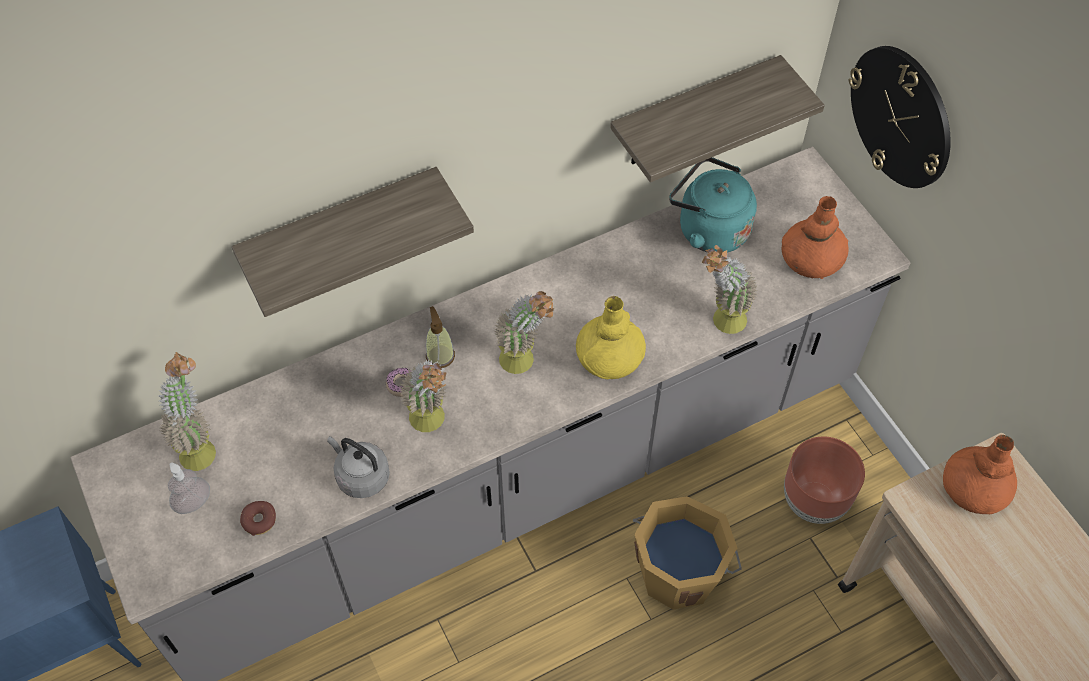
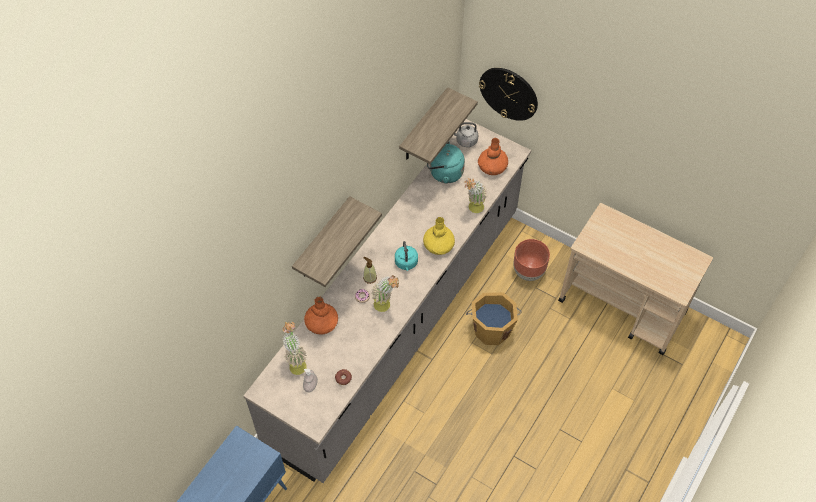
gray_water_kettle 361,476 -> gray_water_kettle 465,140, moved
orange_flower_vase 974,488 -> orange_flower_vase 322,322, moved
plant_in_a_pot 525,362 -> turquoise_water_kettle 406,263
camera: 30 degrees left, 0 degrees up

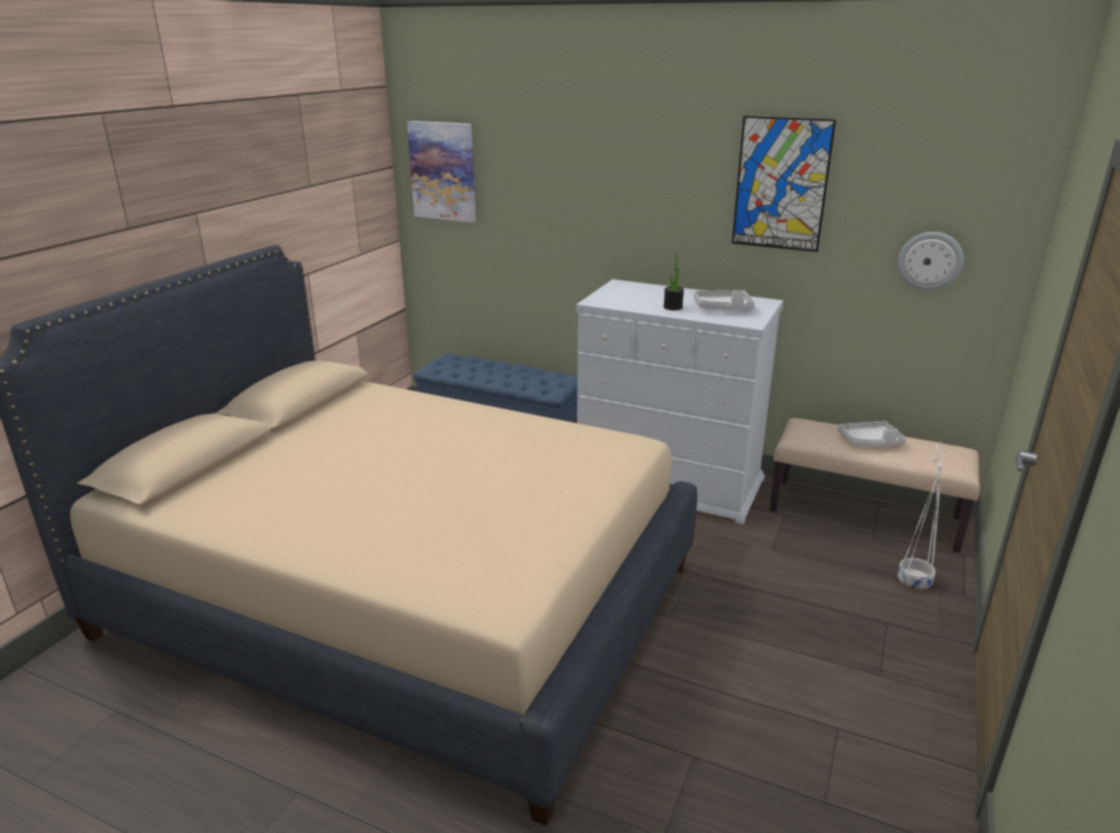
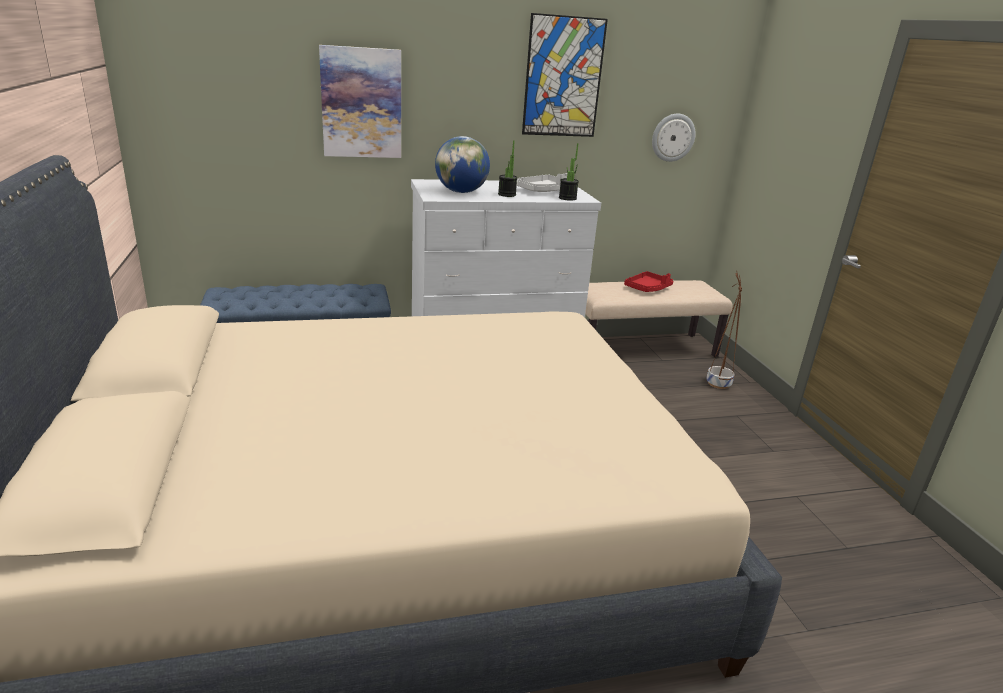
none -> desk_globe 461,192
none -> plant_in_a_pot 567,198
wall_art 443,171 -> wall_art 361,103, moved
gray_carrying_tray 870,441 -> red-coloured_carrying_tray 648,288
white_plant_pot 913,581 -> brownish_plant_pot 717,383
camera: 40 degrees left, 0 degrees up

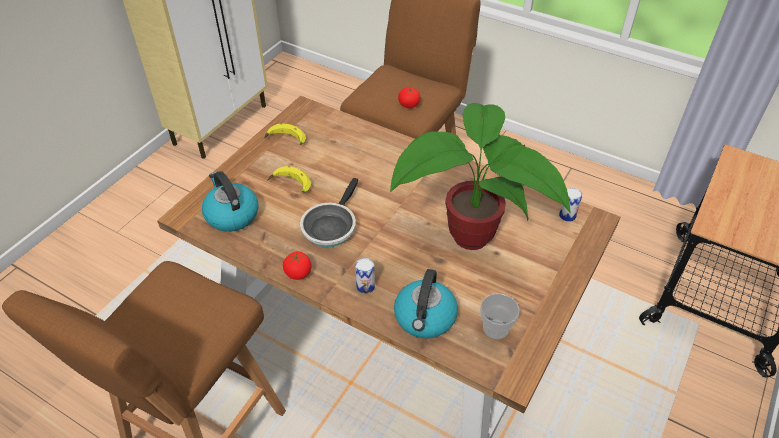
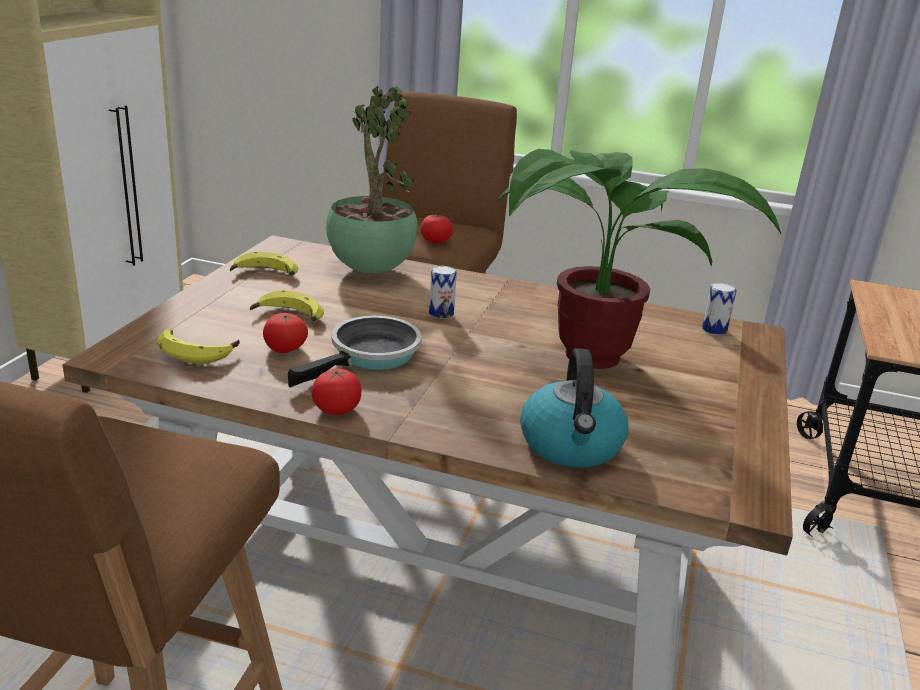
small_cup 495,328 -> none
none -> whole_tomato 285,349
none -> plant_in_a_pot 370,269
can 365,286 -> can 441,313, moved
water_kettle 231,215 -> banana 197,351
skillet 330,226 -> skillet 370,356, 150 degrees counterclockwise
camera: 15 degrees left, 20 degrees down

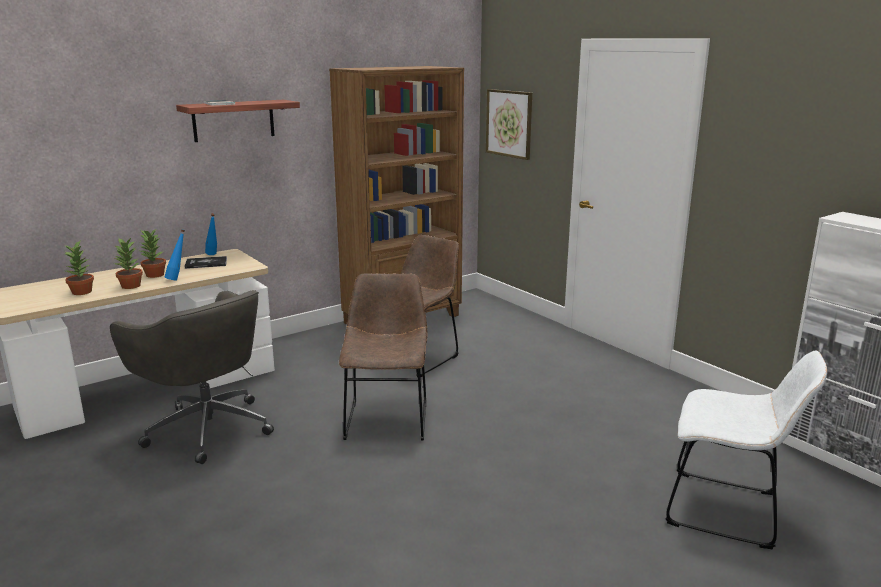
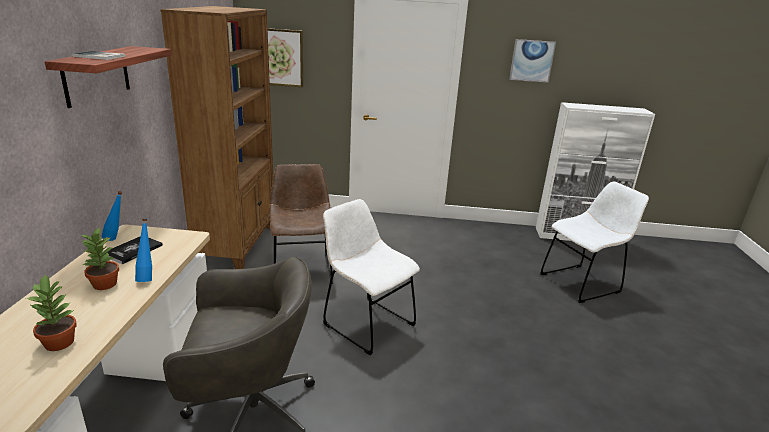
plant_in_a_pot 131,286 -> none
none -> wall_art 531,60
brownish_plain_chair 387,418 -> white_plain_chair 365,323
camera: 50 degrees left, 5 degrees up

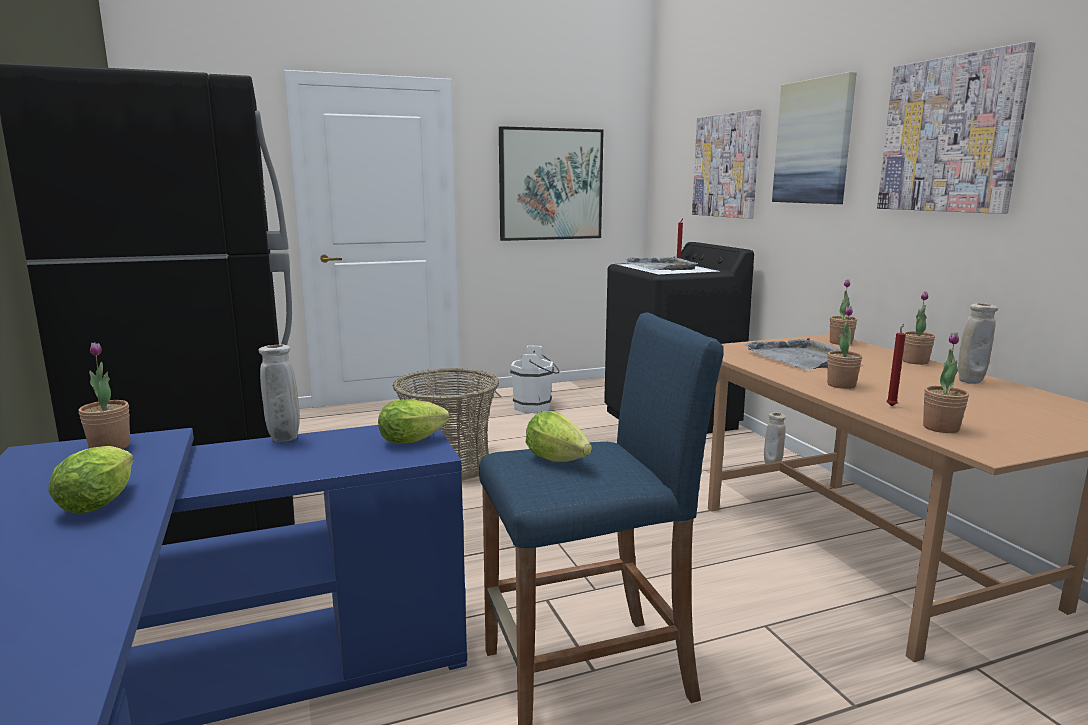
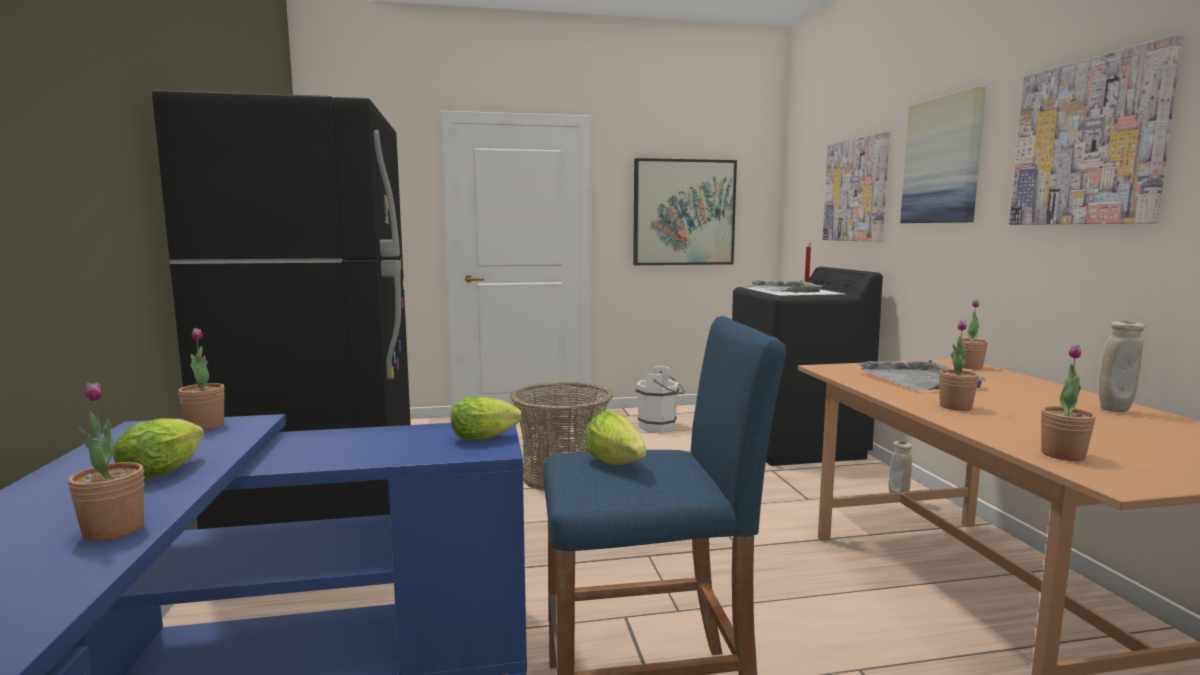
beige-coloured_flower_vase 284,440 -> none
red-coloured_wax_light 892,406 -> none
plant_in_a_pot 915,362 -> plant_in_a_pot 114,530, moved
camera: 10 degrees right, 5 degrees down

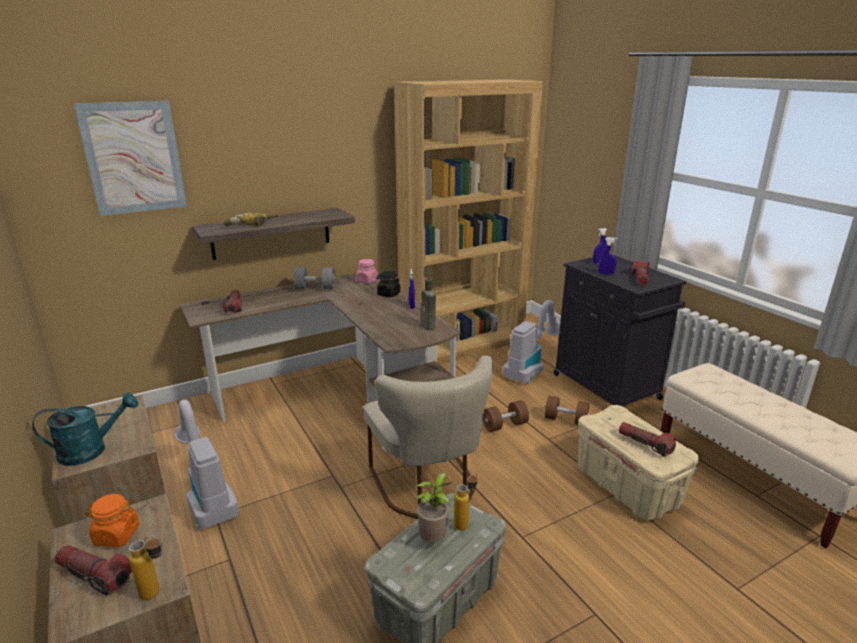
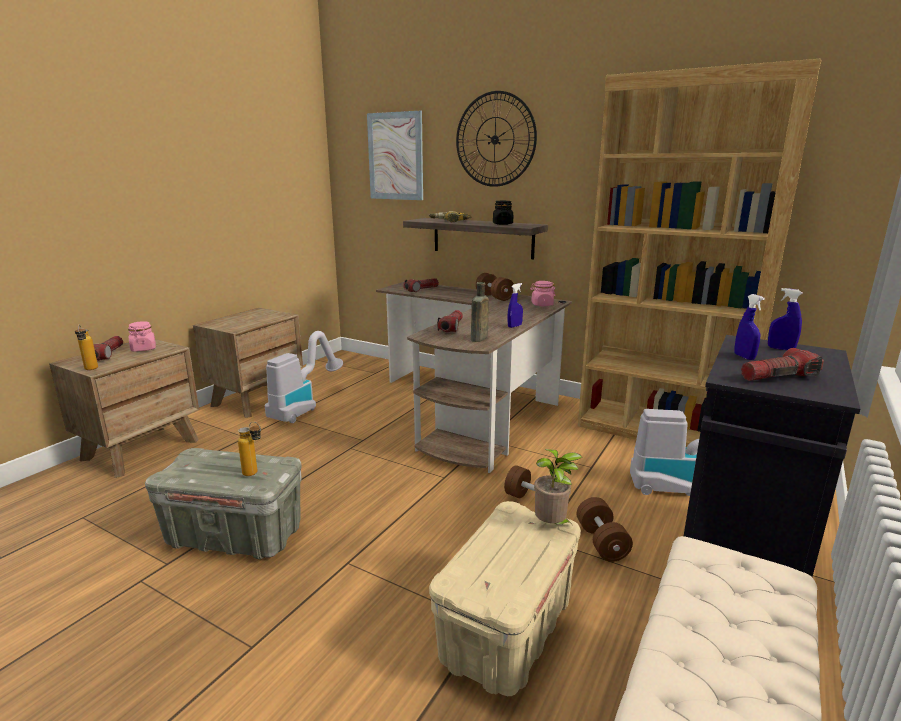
turquoise_sprinkling_can 91,450 -> none
beige-coloured_plain_chair 428,487 -> none
none -> wall_clock 495,139
black-coloured_jar 388,294 -> black-coloured_jar 502,224, moved
plant_in_a_pot 434,540 -> plant_in_a_pot 552,526, moved
hand_torch 645,444 -> hand_torch 451,327, moved
orange_jar 116,535 -> pinkish_jar 143,349
gray_dumbbell 315,288 -> brownish_dumbbell 494,297
camera: 60 degrees right, 5 degrees down

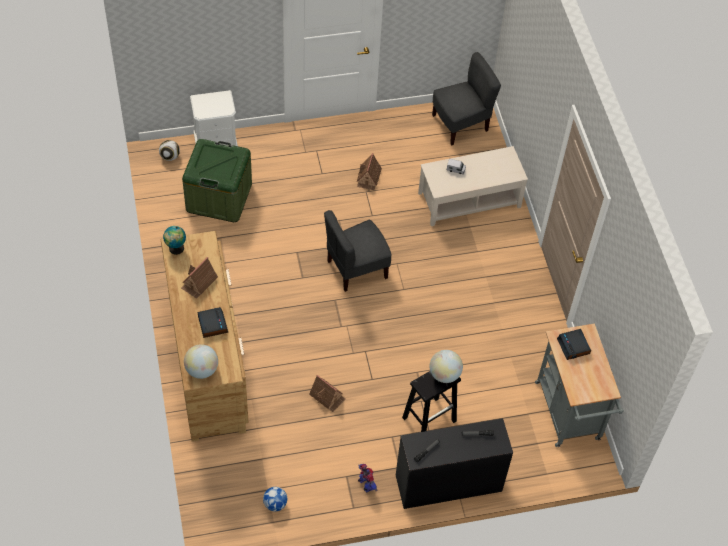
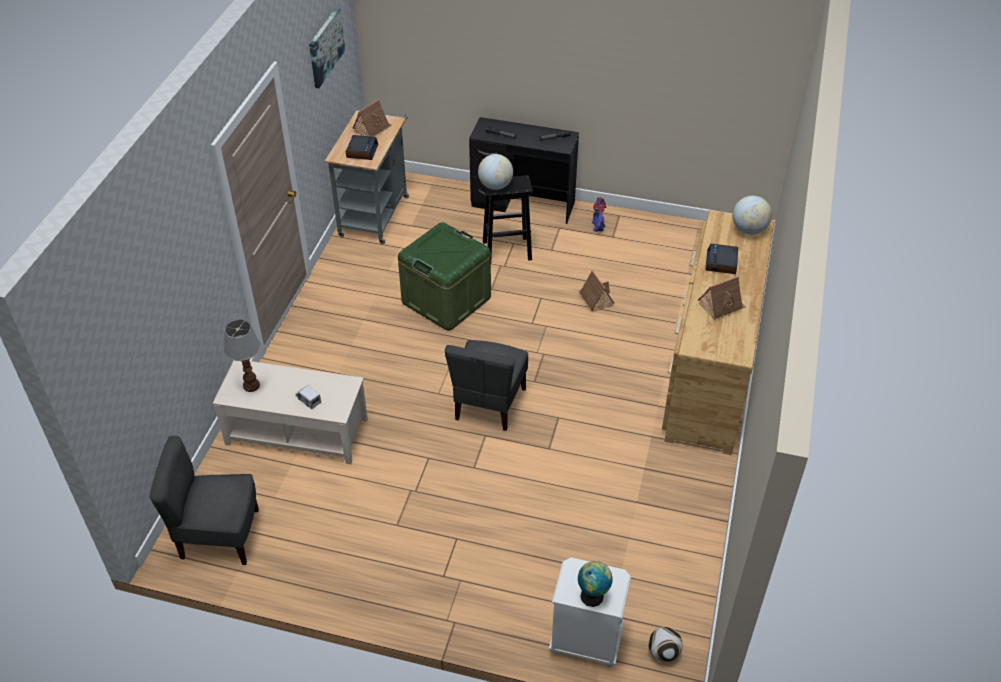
ball_for_football 275,504 -> none
none -> table_lamp 250,386
none -> wall_art 325,47
desk_globe 176,249 -> desk_globe 593,595, moved
greenish_storage_box 219,197 -> greenish_storage_box 446,300, moved
toy_house 368,178 -> toy_house 372,128, moved
gray_plain_chair 356,269 -> gray_plain_chair 489,404, 105 degrees clockwise
camera: 150 degrees left, 10 degrees down

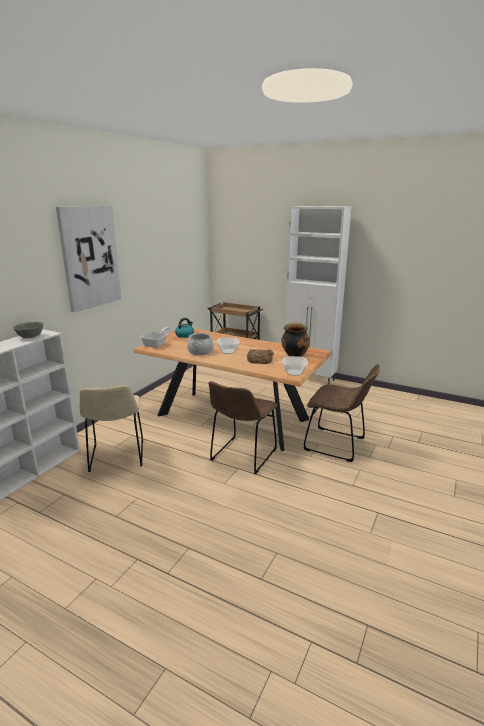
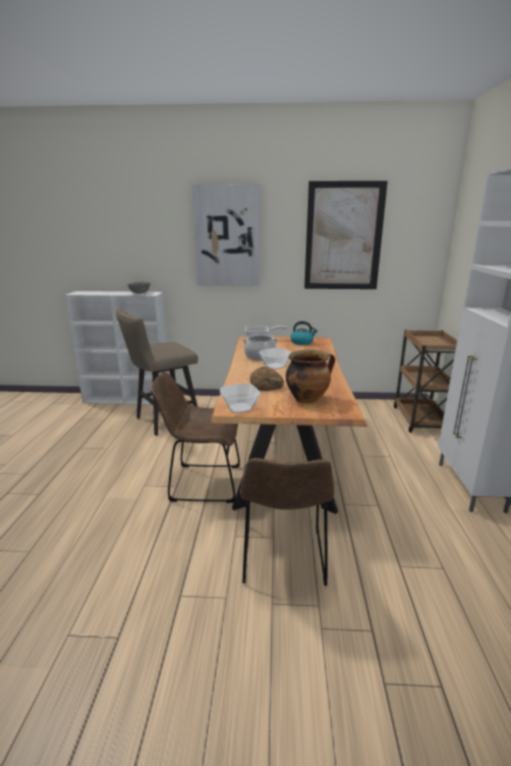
none -> wall_art 343,237
beige-coloured_plain_chair 117,457 -> beige-coloured_stool_seat 163,421
camera: 65 degrees right, 0 degrees up

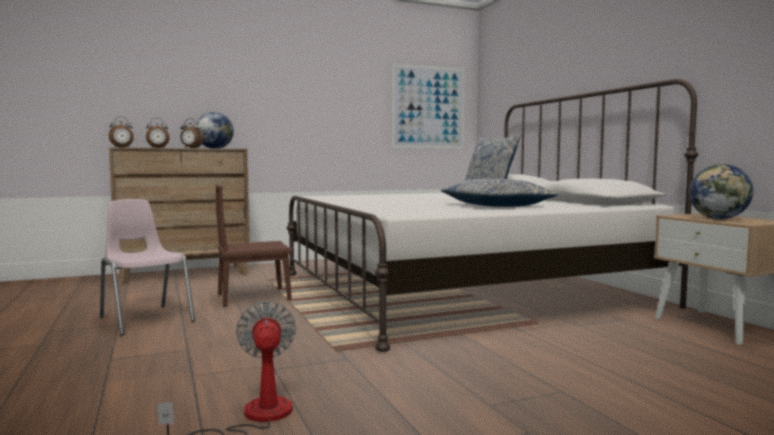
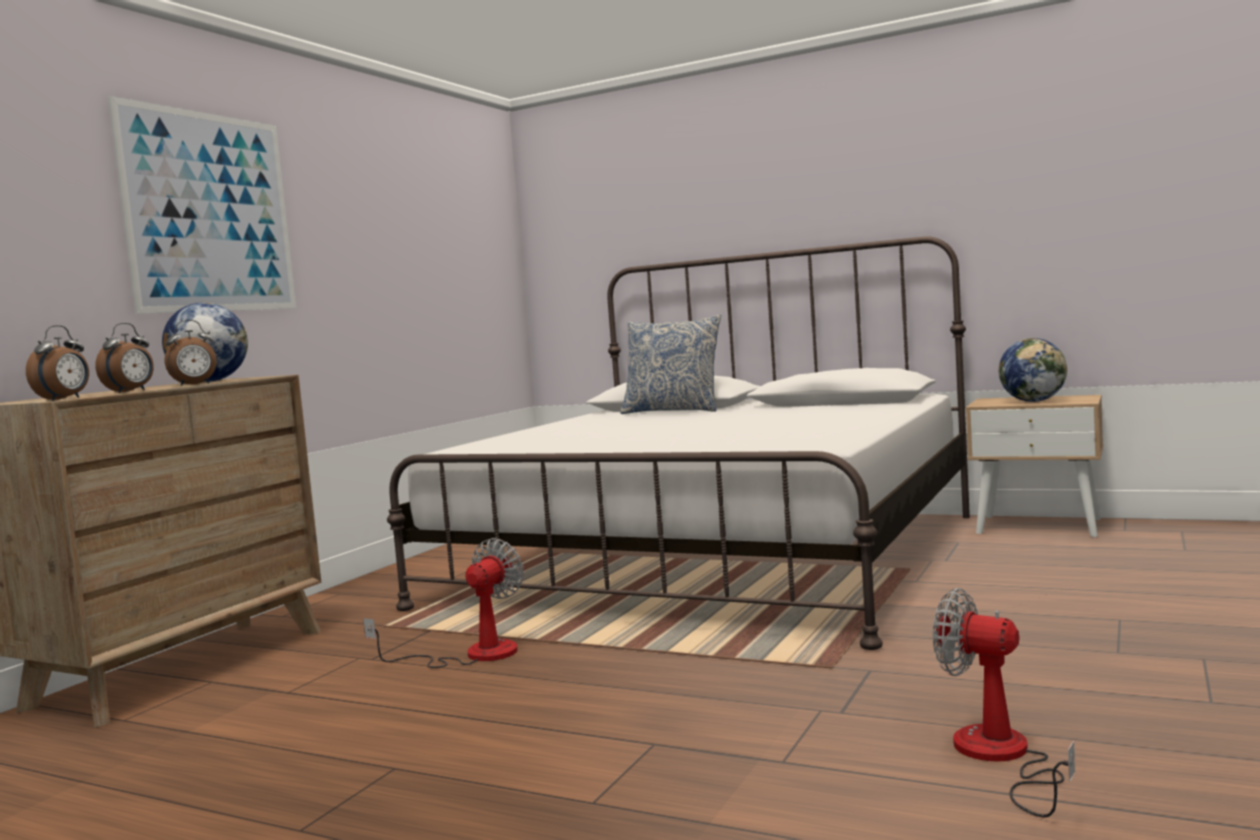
pinkish_plain_chair 145,319 -> none
cushion 496,205 -> none
wall_art 428,107 -> wall_art 210,212, moved
brownish_plain_chair 254,297 -> cooling_fan 472,655
camera: 40 degrees left, 0 degrees up

